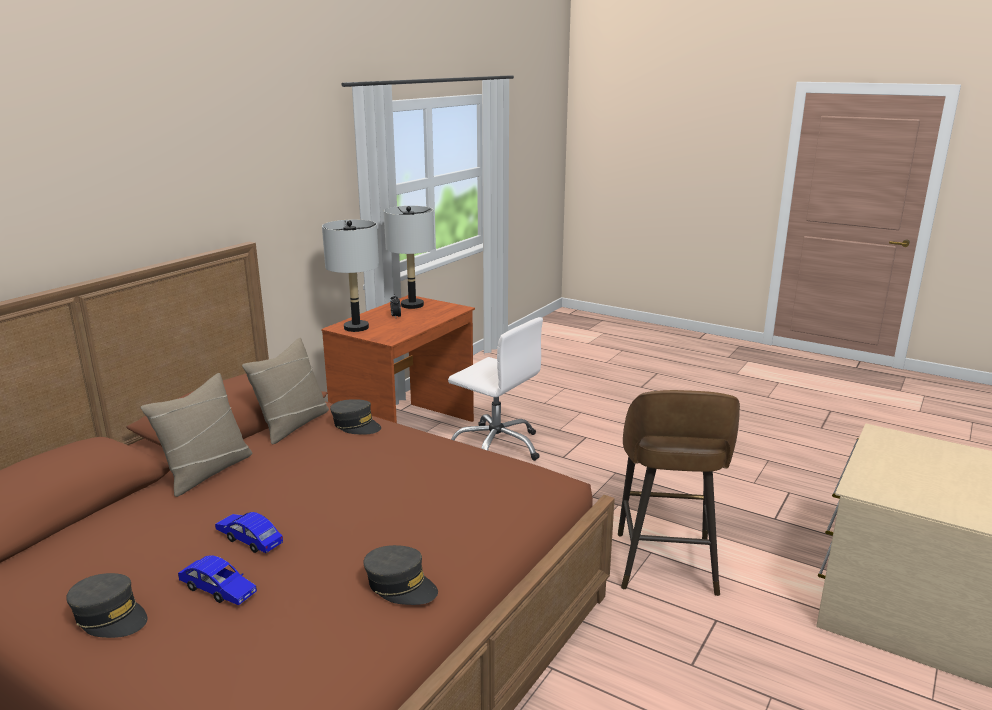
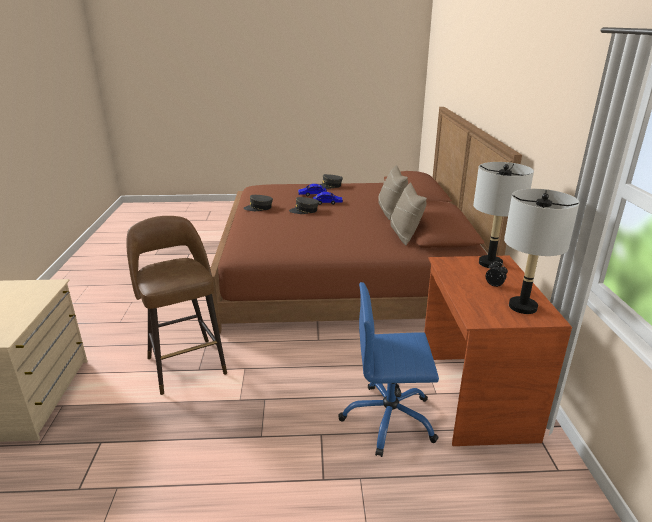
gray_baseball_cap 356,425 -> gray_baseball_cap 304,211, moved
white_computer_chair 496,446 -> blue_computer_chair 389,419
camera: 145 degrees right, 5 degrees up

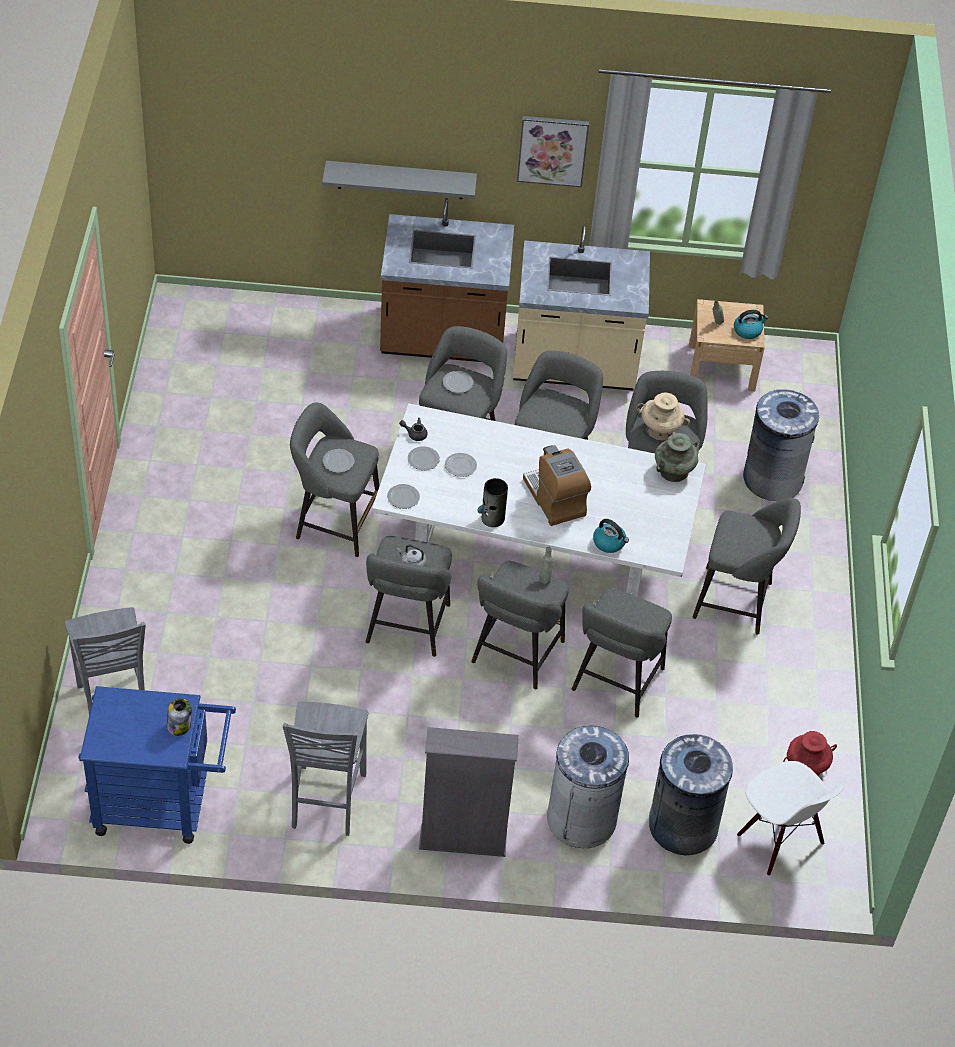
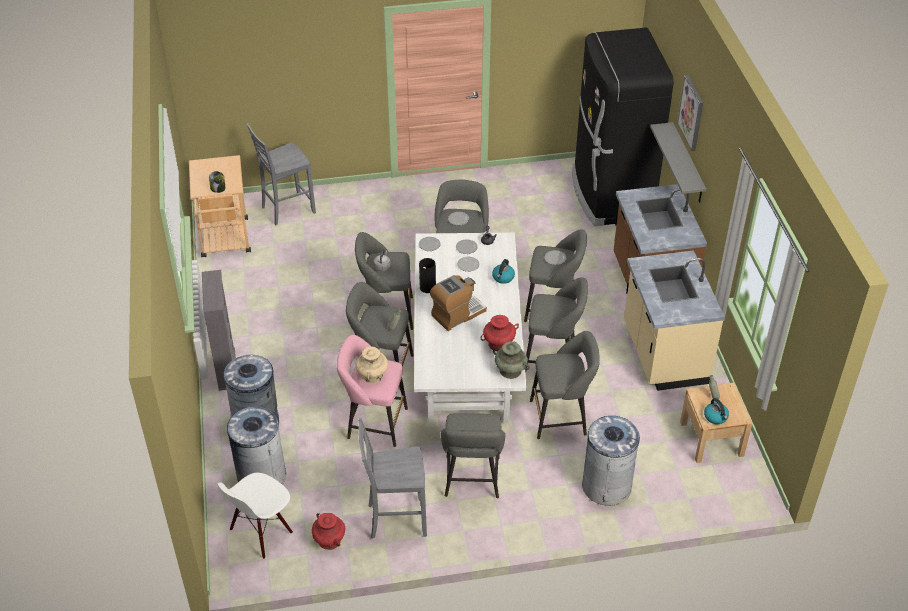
none -> red-coloured_flower_vase 499,343
none -> black-coloured_kitchen_fridge 610,195
gray_plain_chair 326,802 -> gray_plain_chair 395,519, moved
wall_art 552,150 -> wall_art 691,113, moved
water_kettle 609,543 -> water_kettle 503,278, moved
beige-coloured_flower_vase 660,430 -> beige-coloured_flower_vase 372,375, moved
blue_cart 162,805 -> beige-coloured_cart 225,241
gray_stool_seat 615,683 -> pinkish_stool_seat 373,423
camera: 80 degrees right, 5 degrees down

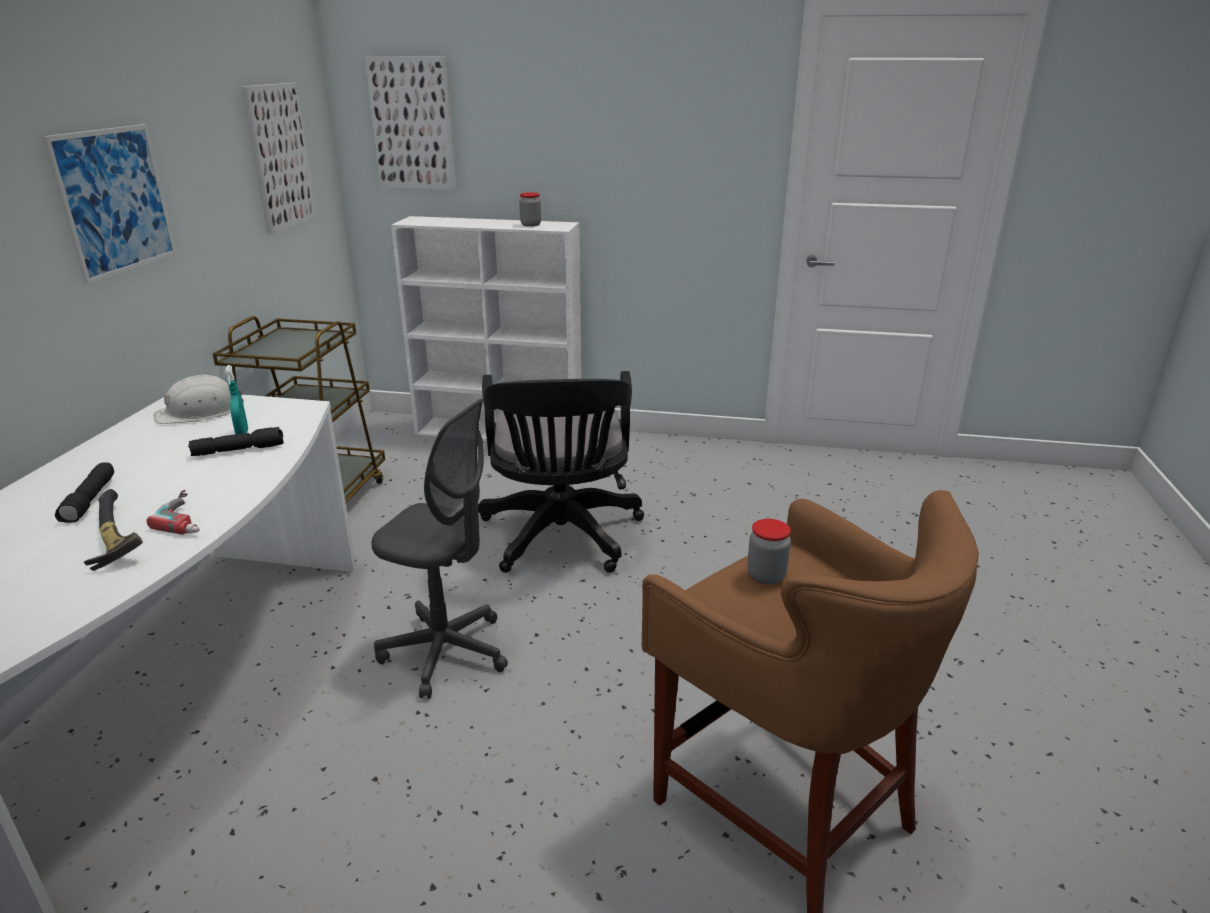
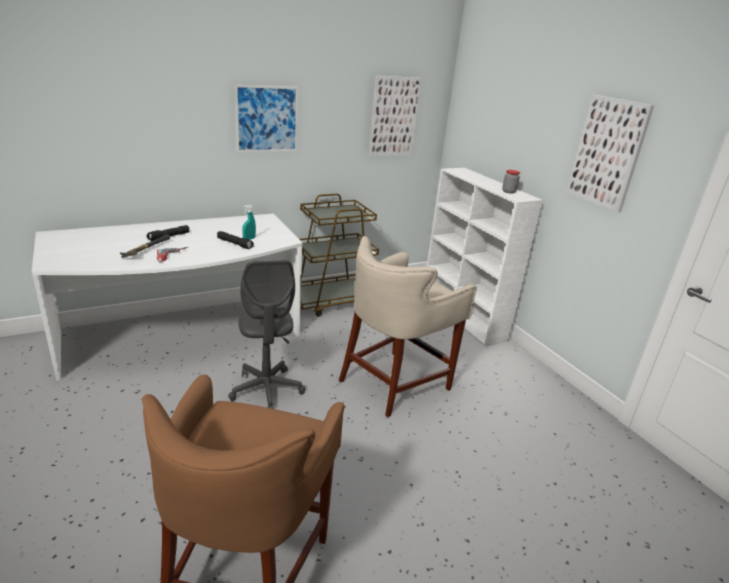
white_hard_hat 200,412 -> none
jar 766,576 -> none
wall_art 412,124 -> wall_art 608,153, moved
black-coloured_computer_chair 561,538 -> beige-coloured_stool_seat 394,383
camera: 50 degrees right, 0 degrees up

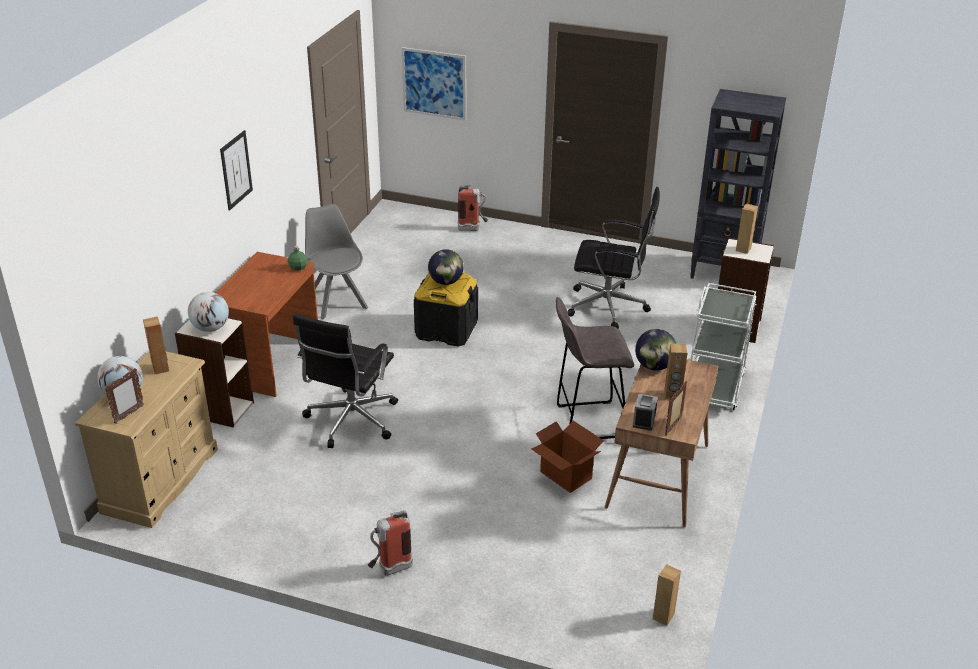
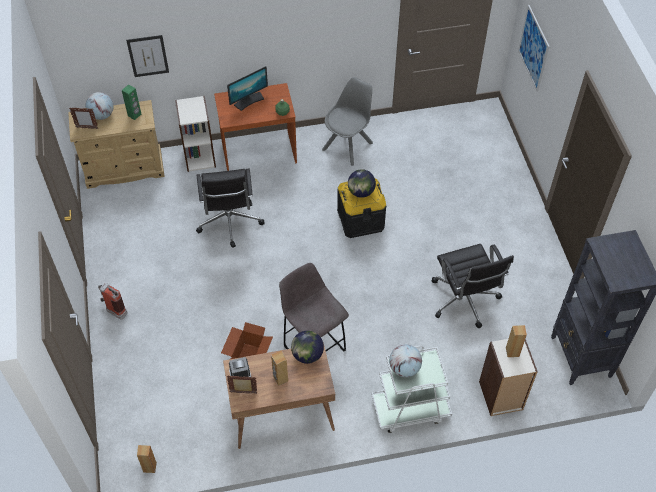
fire-fighting_cylinder 472,229 -> none
none -> computer_screen 248,101
desk_globe 210,328 -> desk_globe 404,368, moved
wall_art 236,170 -> wall_art 148,56, moved
brownish_loudspeaker 160,368 -> greenish_loudspeaker 134,115
black-coloured_computer_chair 350,421 -> black-coloured_computer_chair 229,222, 90 degrees counterclockwise
camera: 60 degrees right, 20 degrees up

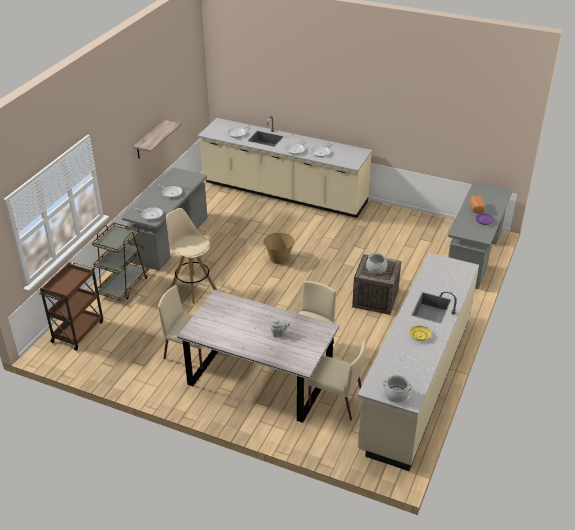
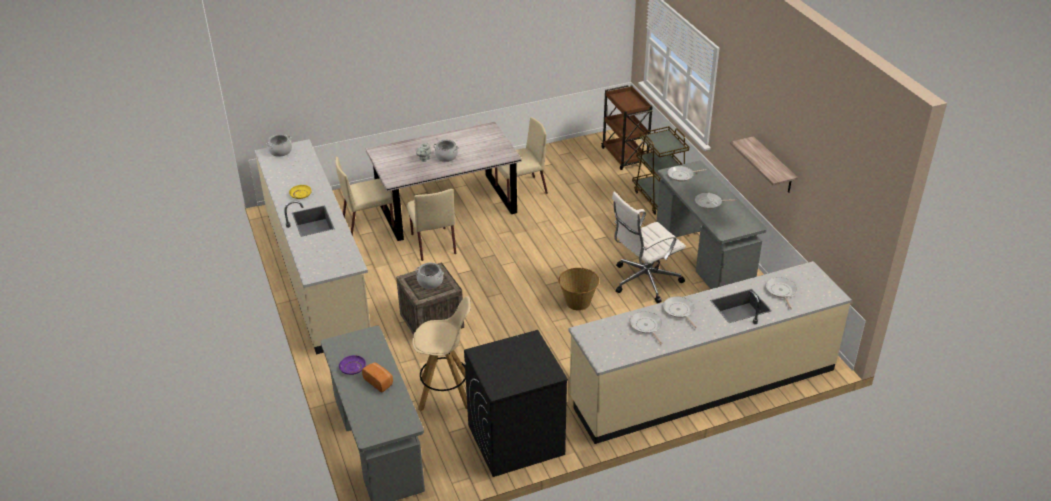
none -> saucepot 446,157
none -> black-coloured_washing_machine 515,440
none -> white_computer_chair 644,281
beige-coloured_stool_seat 193,288 -> beige-coloured_stool_seat 446,394, moved
camera: 135 degrees right, 0 degrees up

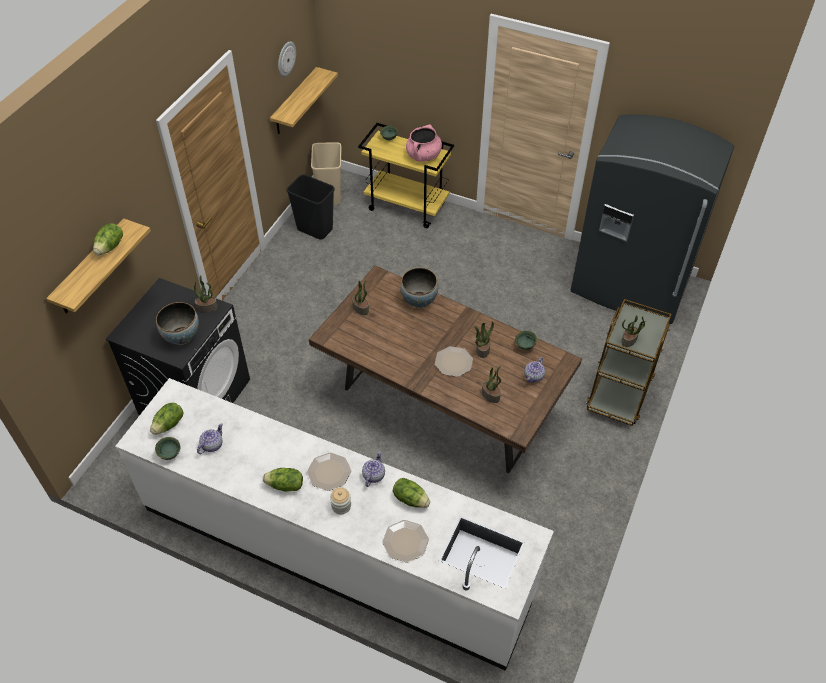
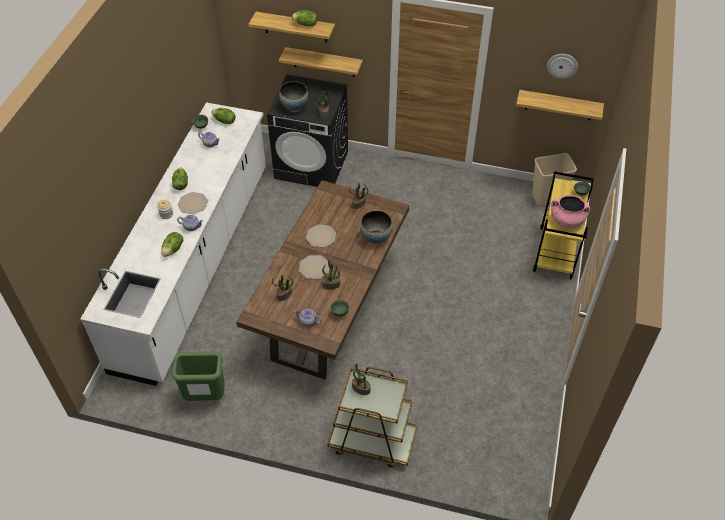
black-coloured_waste_bin 315,229 -> none
gray_kitchen_fridge 629,287 -> none
none -> greenish_waste_bin 205,397
none -> bracket_shelf 324,62
flat_dish 405,541 -> flat_dish 321,236, moved
camera: 80 degrees right, 0 degrees up

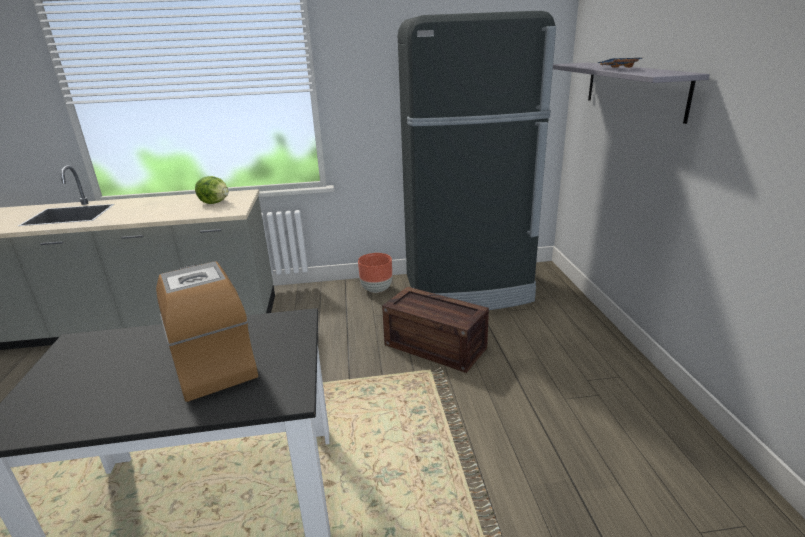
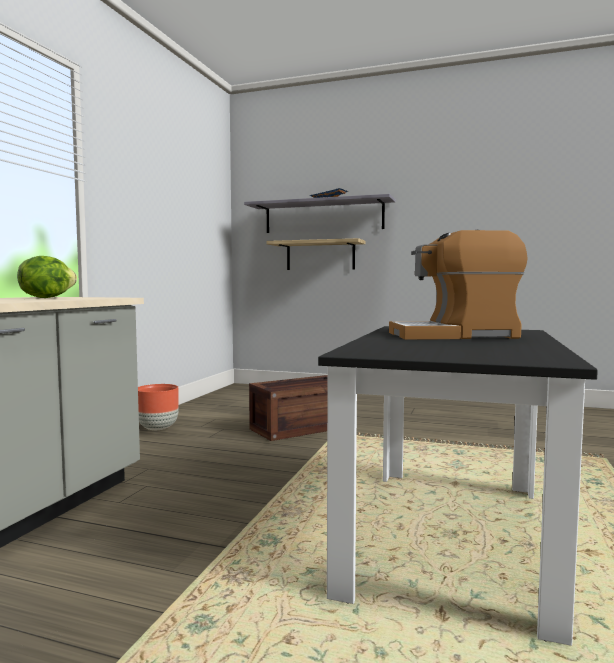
black-coloured_kitchen_fridge 467,289 -> none
none -> bracket_shelf 320,255
camera: 65 degrees left, 20 degrees down

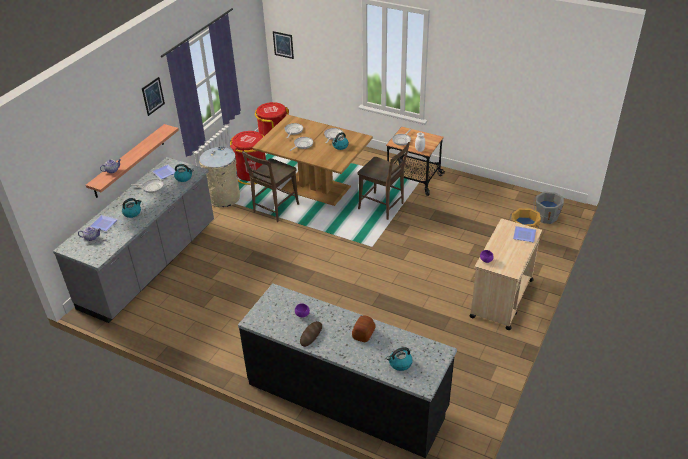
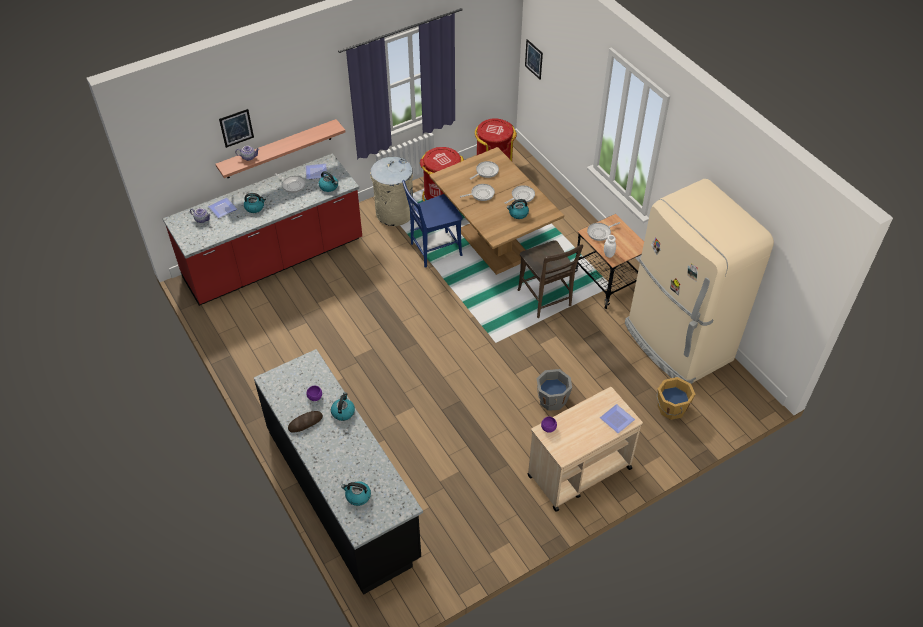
baked_bread 363,333 -> none
none -> water_kettle 343,412
none -> beige-coloured_kitchen_fridge 677,343
wall_art 153,96 -> wall_art 236,128, moved
gray_pail 546,217 -> gray_pail 551,399, moved
gray_kitchen_counter 150,265 -> red-coloured_kitchen_counter 274,260
brownish_plain_chair 274,209 -> blue_plain_chair 433,250
camera: 30 degrees right, 10 degrees up

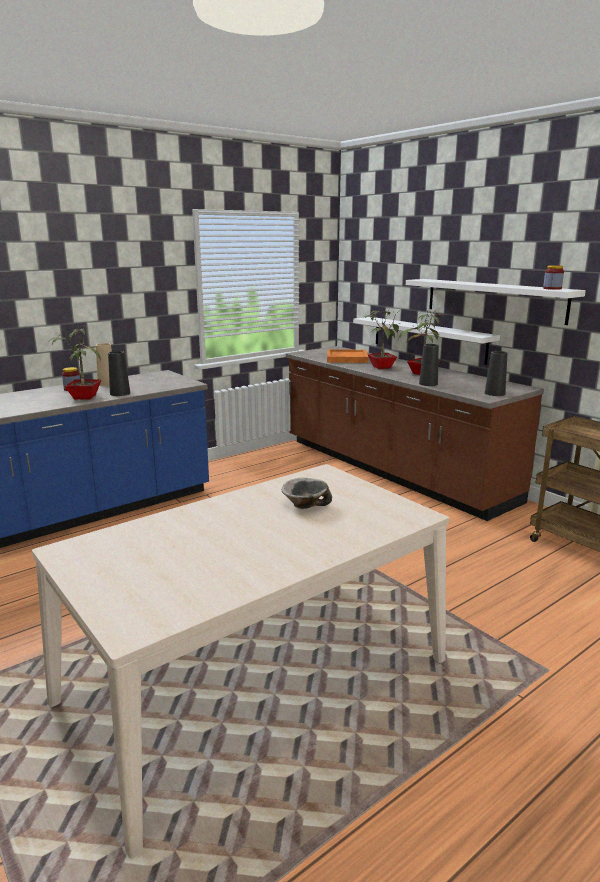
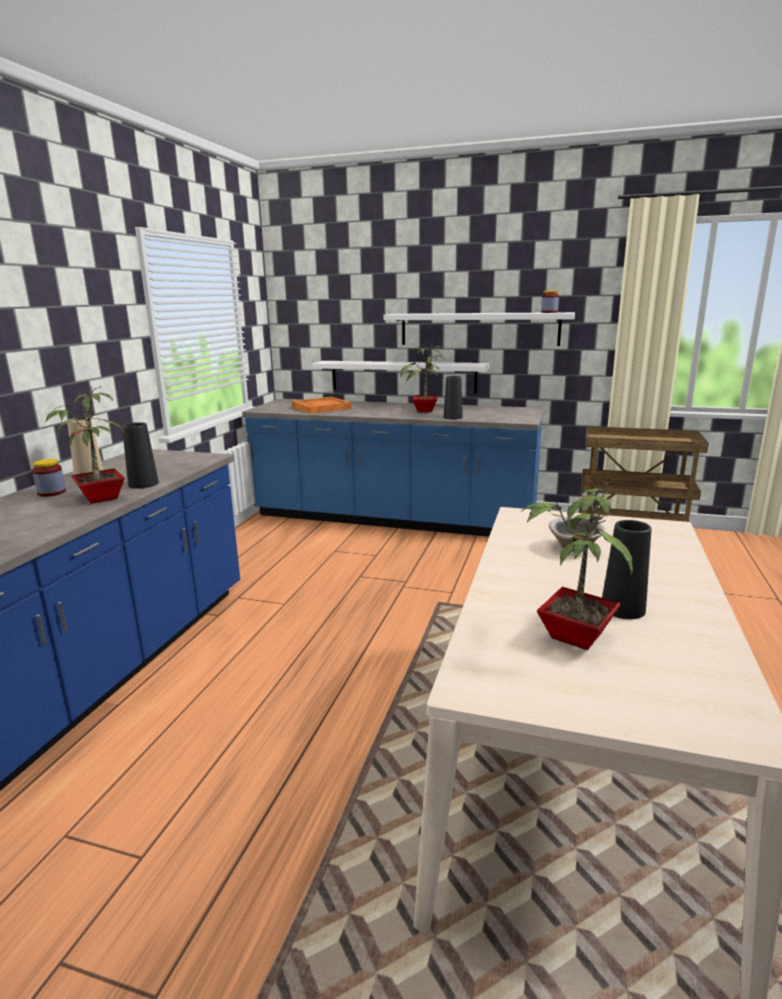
plant_in_a_pot 381,367 -> plant_in_a_pot 572,635, moved
black-coloured_flower_vase 494,393 -> black-coloured_flower_vase 622,608, moved
brownish_kitchen_counter 392,470 -> blue_kitchen_counter 393,518
camera: 35 degrees left, 0 degrees up

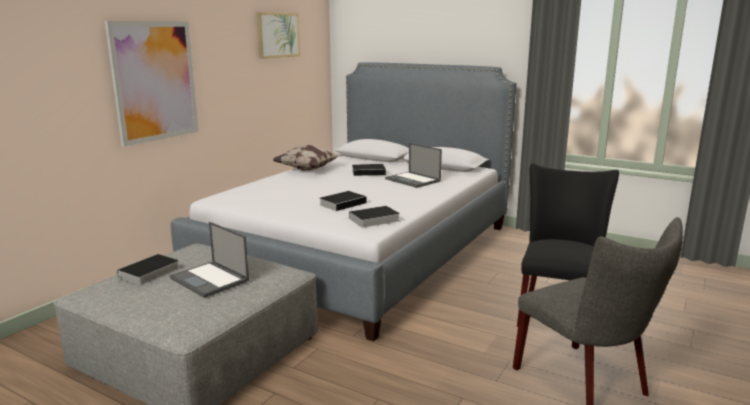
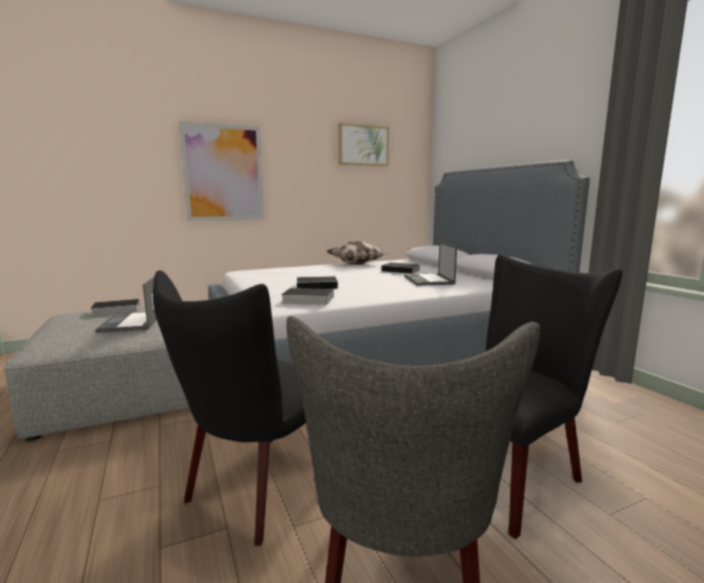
none -> black-coloured_plain_chair 259,490
camera: 35 degrees right, 5 degrees down

